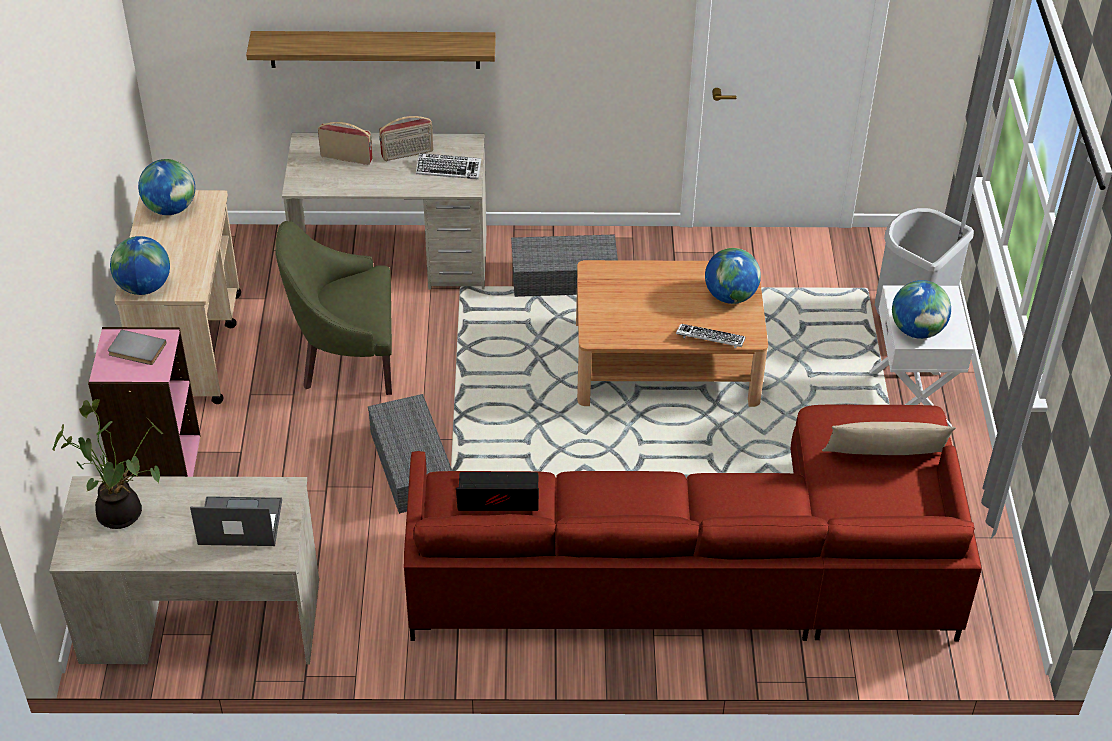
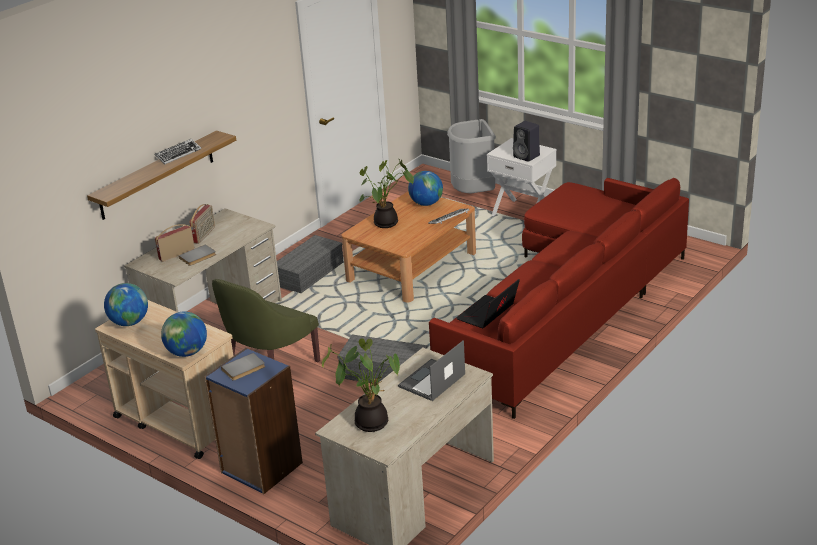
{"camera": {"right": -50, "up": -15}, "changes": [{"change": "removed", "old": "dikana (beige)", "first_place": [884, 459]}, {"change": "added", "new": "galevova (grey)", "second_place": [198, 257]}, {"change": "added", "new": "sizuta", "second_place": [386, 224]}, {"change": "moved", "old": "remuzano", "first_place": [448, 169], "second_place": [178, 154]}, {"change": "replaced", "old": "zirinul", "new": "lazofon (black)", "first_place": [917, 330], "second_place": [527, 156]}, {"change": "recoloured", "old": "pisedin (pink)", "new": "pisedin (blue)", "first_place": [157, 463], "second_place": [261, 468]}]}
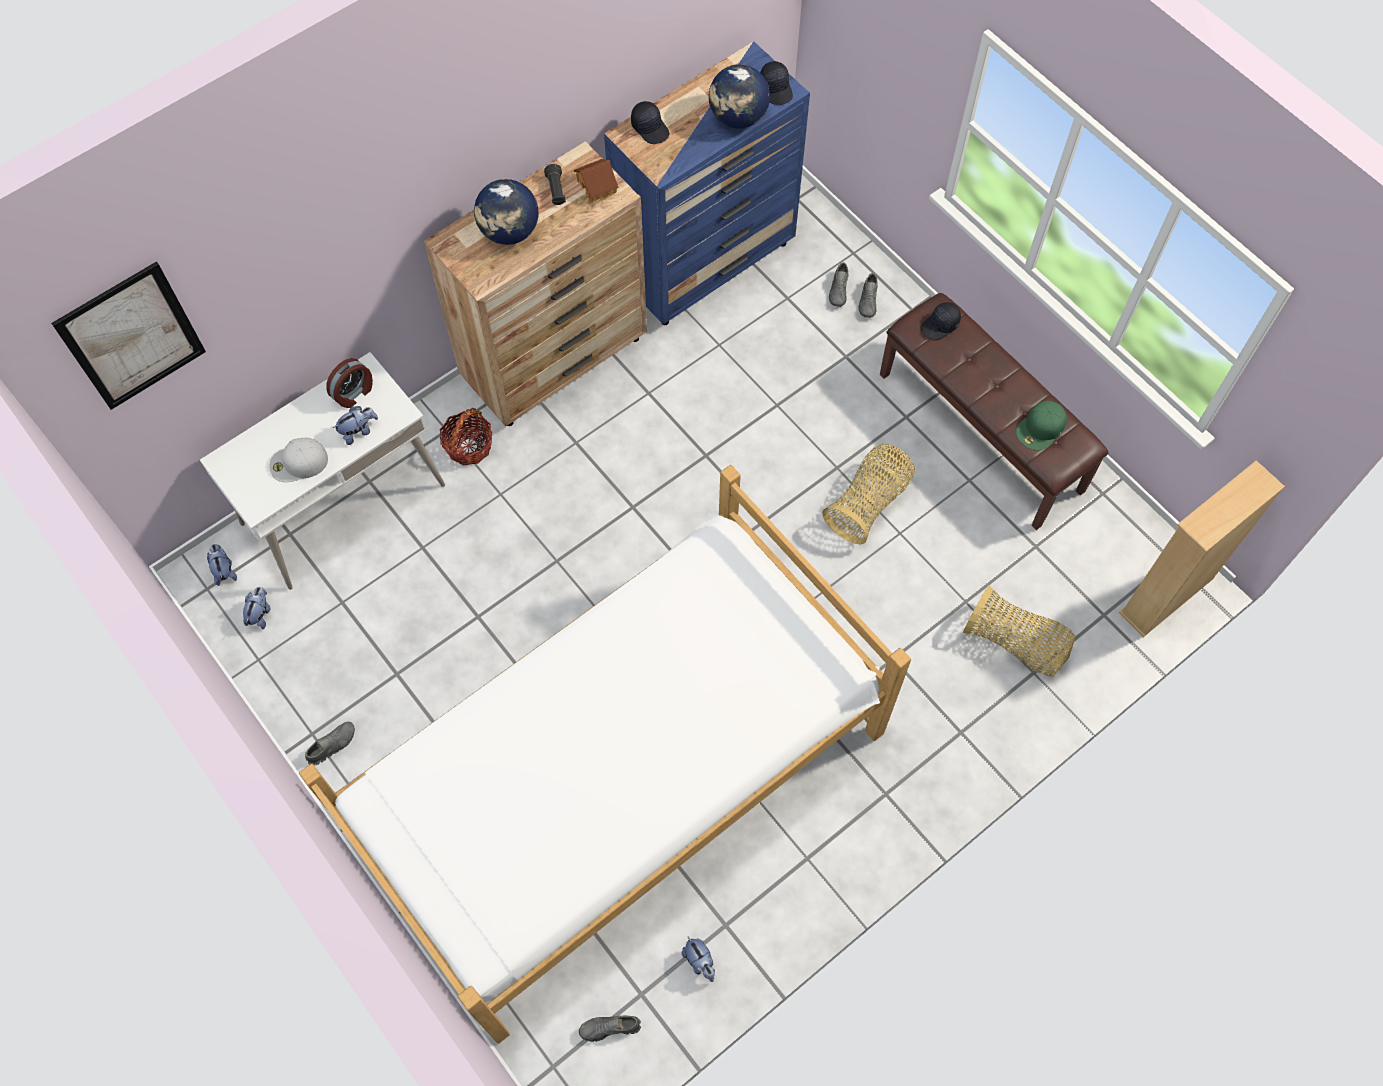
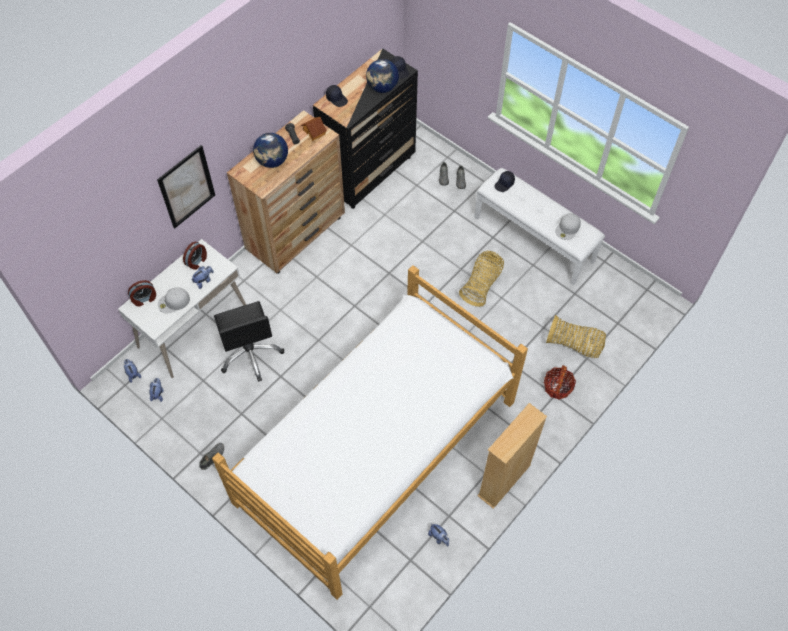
{"camera": {"right": -10, "up": -5}, "changes": [{"change": "removed", "old": "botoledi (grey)", "first_place": [609, 1028]}, {"change": "added", "new": "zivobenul", "second_place": [144, 299]}, {"change": "added", "new": "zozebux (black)", "second_place": [250, 353]}, {"change": "moved", "old": "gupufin", "first_place": [132, 337], "second_place": [187, 187]}, {"change": "moved", "old": "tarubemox", "first_place": [469, 446], "second_place": [557, 387]}, {"change": "moved", "old": "pisedin (beige)", "first_place": [1166, 596], "second_place": [504, 480]}, {"change": "recoloured", "old": "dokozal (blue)", "new": "dokozal (black)", "first_place": [706, 262], "second_place": [369, 172]}, {"change": "recoloured", "old": "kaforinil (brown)", "new": "kaforinil (white)", "first_place": [981, 431], "second_place": [534, 239]}, {"change": "recoloured", "old": "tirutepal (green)", "new": "tirutepal (white)", "first_place": [1041, 428], "second_place": [568, 228]}]}
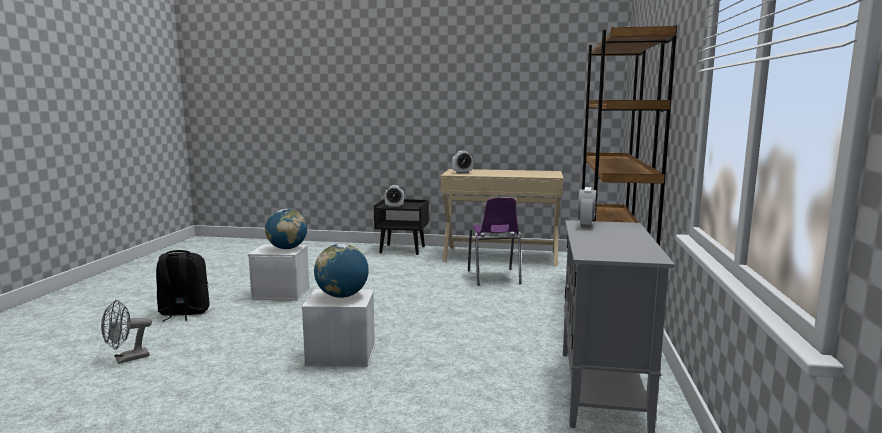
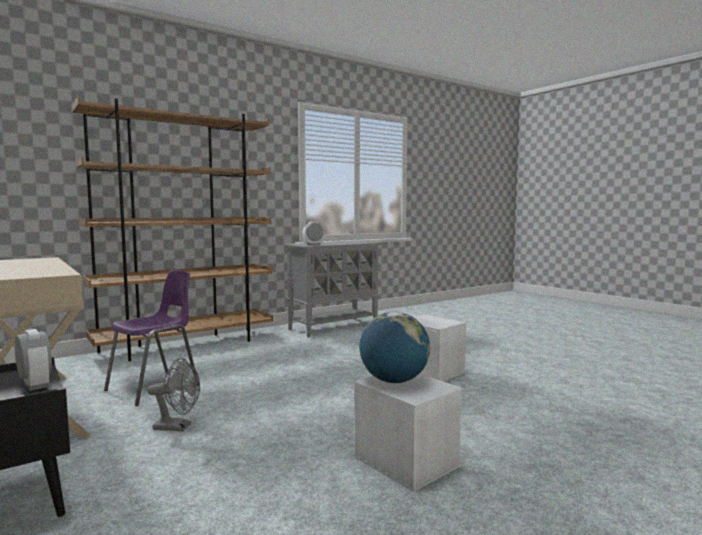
{"camera": {"right": -135, "up": -5}, "changes": [{"change": "removed", "old": "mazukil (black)", "first_place": [183, 313]}, {"change": "removed", "old": "zirinul", "first_place": [342, 296]}, {"change": "removed", "old": "zivobenul", "first_place": [462, 173]}, {"change": "moved", "old": "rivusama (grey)", "first_place": [127, 359], "second_place": [178, 427]}]}
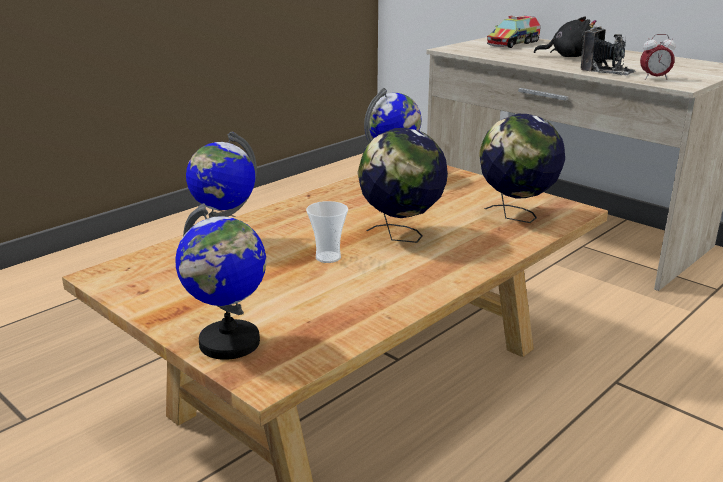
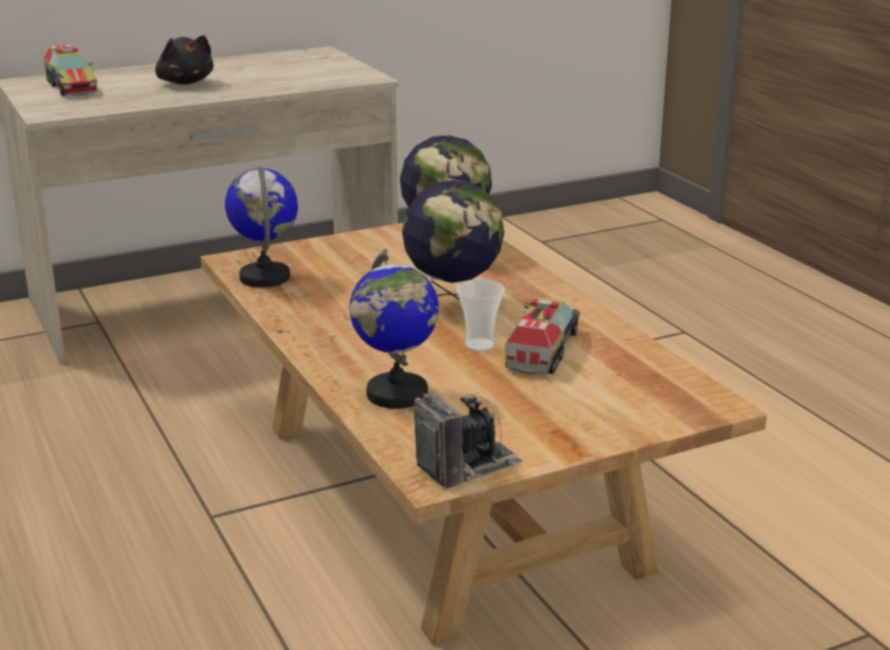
{"camera": {"right": -70, "up": 0}, "changes": [{"change": "removed", "old": "zirinul", "first_place": [229, 343]}, {"change": "removed", "old": "zivobenul", "first_place": [654, 78]}, {"change": "added", "new": "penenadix", "second_place": [543, 349]}, {"change": "moved", "old": "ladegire", "first_place": [607, 71], "second_place": [468, 465]}, {"change": "turned", "old": "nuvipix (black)", "first_place": [568, 56], "second_place": [185, 82], "degrees": 120}]}
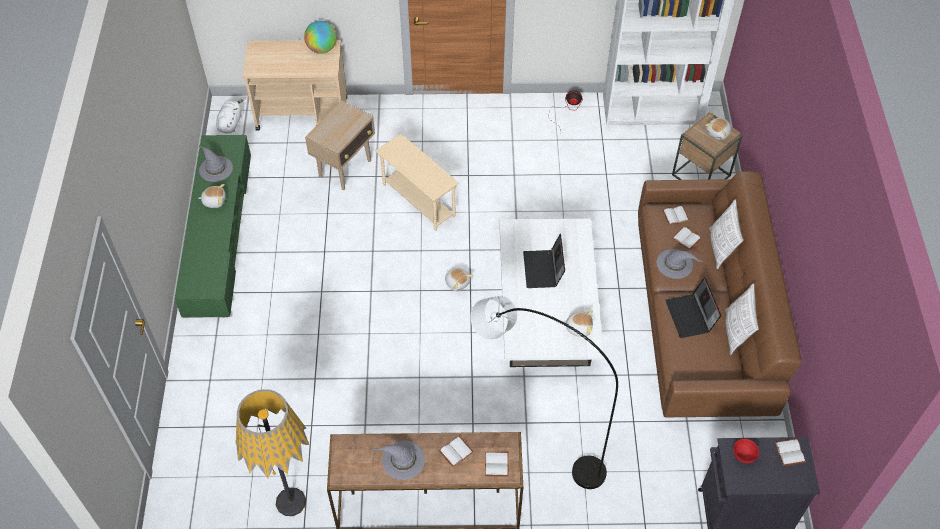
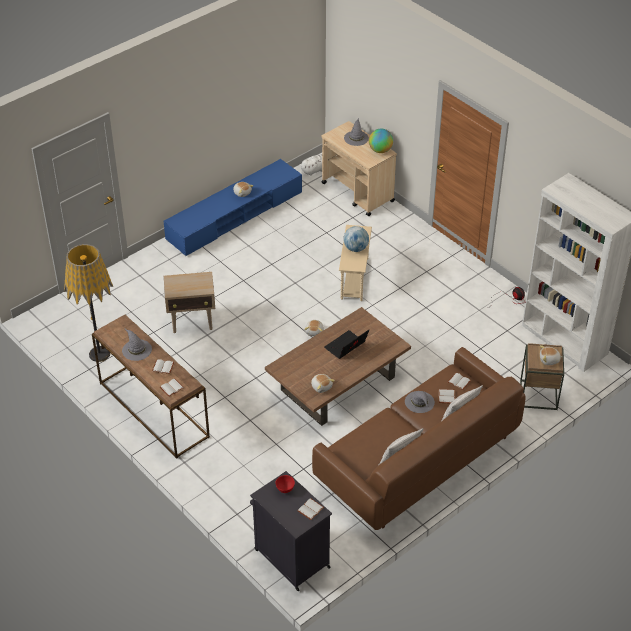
{"camera": {"right": 50, "up": -10}, "changes": [{"change": "removed", "old": "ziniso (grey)", "first_place": [533, 441]}, {"change": "removed", "old": "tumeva", "first_place": [691, 316]}, {"change": "added", "new": "zirinul", "second_place": [356, 248]}, {"change": "moved", "old": "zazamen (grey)", "first_place": [215, 168], "second_place": [356, 138]}, {"change": "moved", "old": "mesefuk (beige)", "first_place": [345, 168], "second_place": [192, 322]}, {"change": "recoloured", "old": "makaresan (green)", "new": "makaresan (blue)", "first_place": [218, 232], "second_place": [235, 216]}, {"change": "recoloured", "old": "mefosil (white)", "new": "mefosil (brown)", "first_place": [547, 314], "second_place": [338, 384]}]}
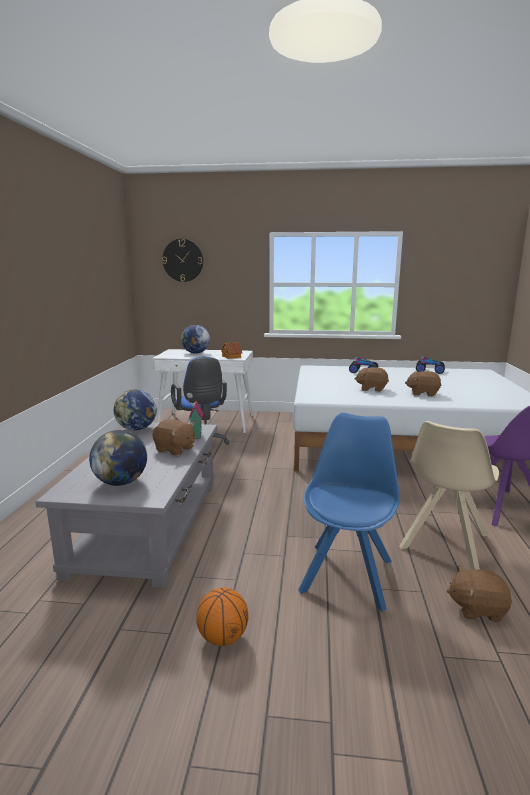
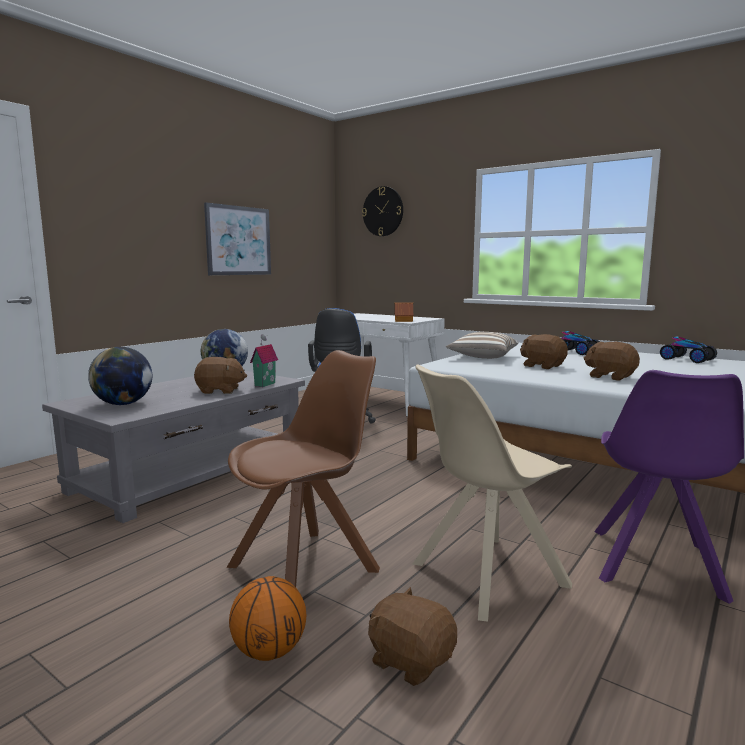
{"camera": {"right": 30, "up": -5}, "changes": [{"change": "removed", "old": "zirinul", "first_place": [195, 353]}, {"change": "added", "new": "gupufin", "second_place": [238, 241]}, {"change": "added", "new": "dikana", "second_place": [482, 357]}, {"change": "moved", "old": "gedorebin", "first_place": [223, 637], "second_place": [269, 651]}, {"change": "recoloured", "old": "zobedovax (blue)", "new": "zobedovax (brown)", "first_place": [348, 573], "second_place": [307, 567]}, {"change": "turned", "old": "nuvipix (brown)", "first_place": [175, 449], "second_place": [220, 391], "degrees": -60}]}
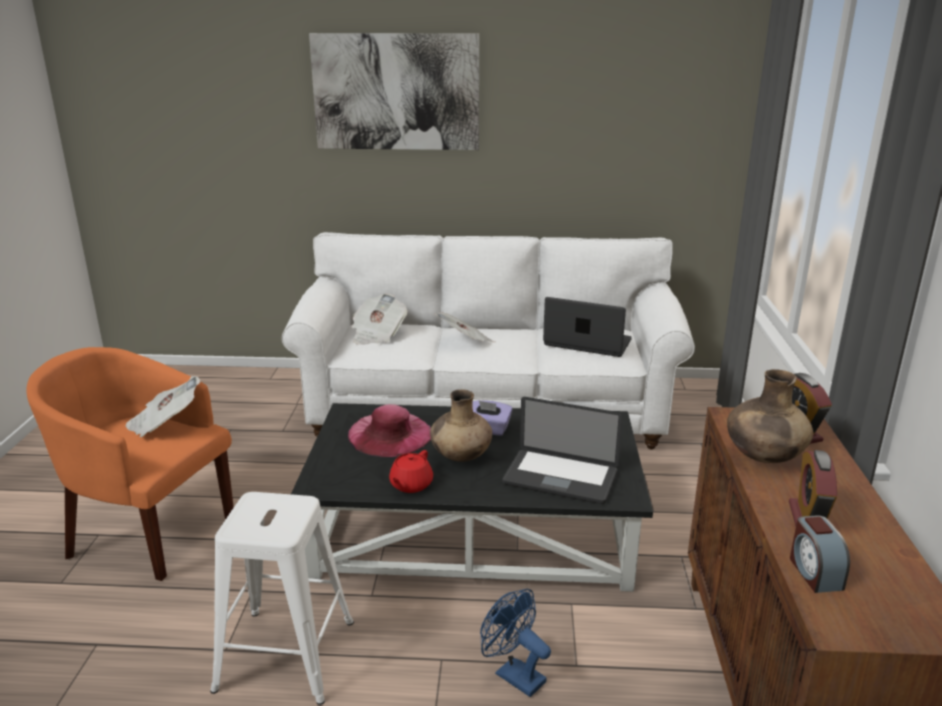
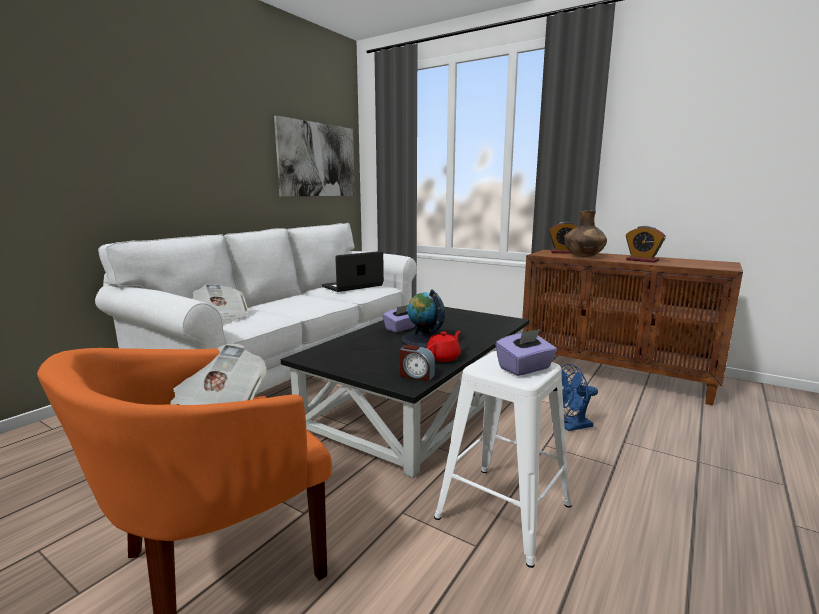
{"camera": {"right": -60, "up": -10}, "changes": [{"change": "removed", "old": "zazamen (pink)", "first_place": [390, 434]}, {"change": "removed", "old": "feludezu", "first_place": [465, 342]}, {"change": "removed", "old": "tumeva", "first_place": [560, 478]}, {"change": "added", "new": "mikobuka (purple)", "second_place": [525, 368]}, {"change": "moved", "old": "gupufin", "first_place": [396, 92], "second_place": [317, 160]}, {"change": "moved", "old": "zivobenul", "first_place": [814, 572], "second_place": [416, 375]}, {"change": "replaced", "old": "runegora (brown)", "new": "zirinul", "first_place": [461, 456], "second_place": [424, 340]}, {"change": "turned", "old": "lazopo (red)", "first_place": [410, 485], "second_place": [444, 357], "degrees": -105}]}
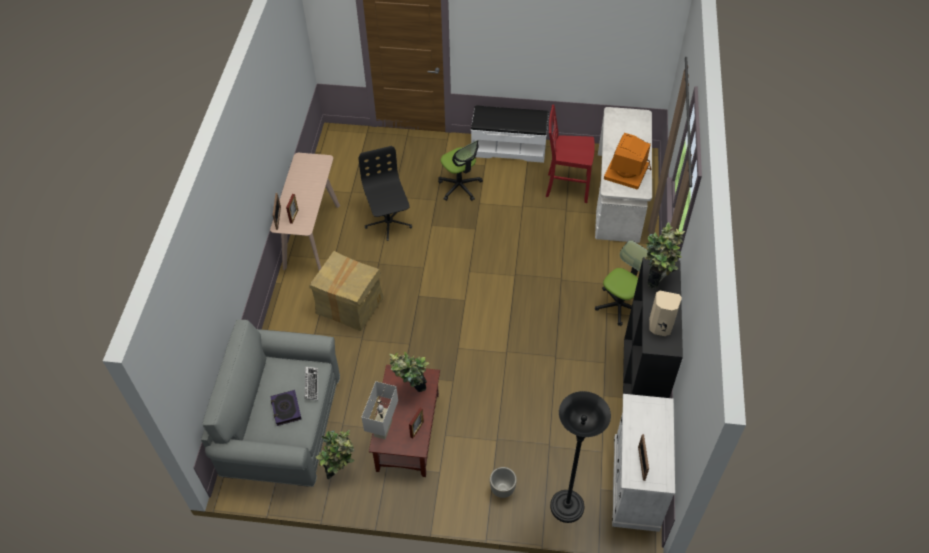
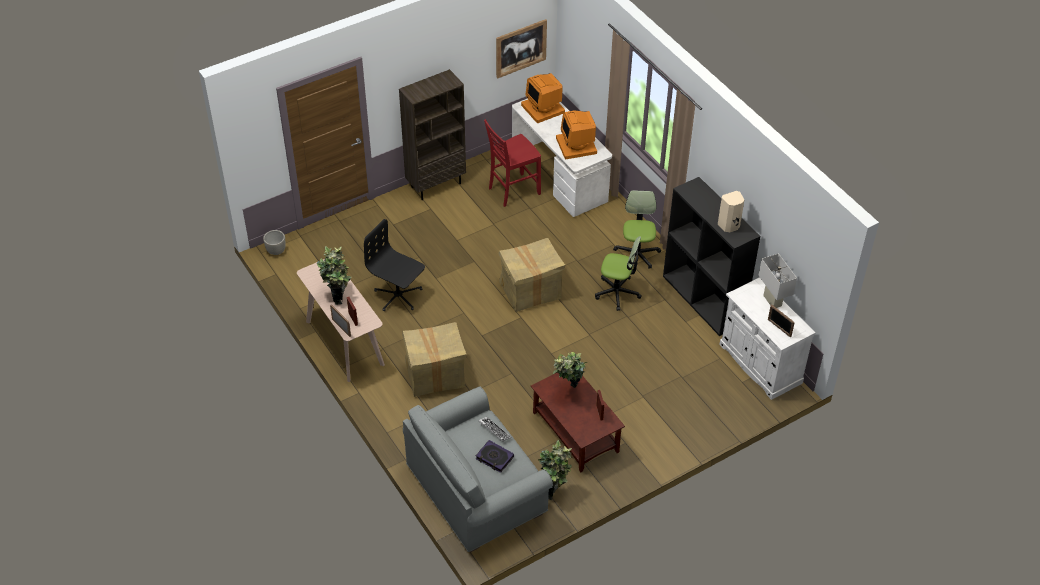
{"camera": {"right": -40, "up": -5}, "changes": [{"change": "removed", "old": "ziniso (black)", "first_place": [567, 507]}, {"change": "added", "new": "gupufin", "second_place": [521, 48]}, {"change": "added", "new": "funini", "second_place": [530, 290]}, {"change": "added", "new": "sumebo", "second_place": [543, 108]}, {"change": "moved", "old": "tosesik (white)", "first_place": [383, 428], "second_place": [772, 301]}, {"change": "moved", "old": "zozebux", "first_place": [460, 187], "second_place": [617, 292]}, {"change": "moved", "old": "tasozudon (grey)", "first_place": [502, 489], "second_place": [276, 251]}, {"change": "moved", "old": "sizuta", "first_place": [657, 279], "second_place": [337, 295]}, {"change": "replaced", "old": "kaforinil (white)", "new": "pisedin (brown)", "first_place": [509, 148], "second_place": [436, 185]}]}
